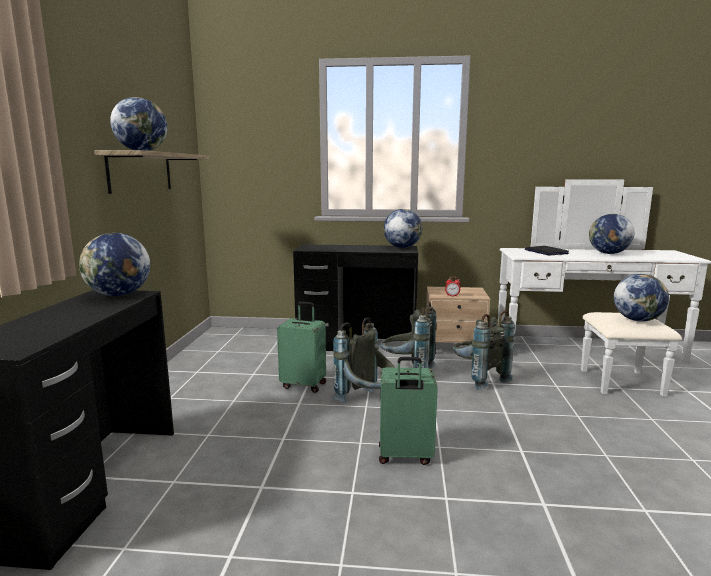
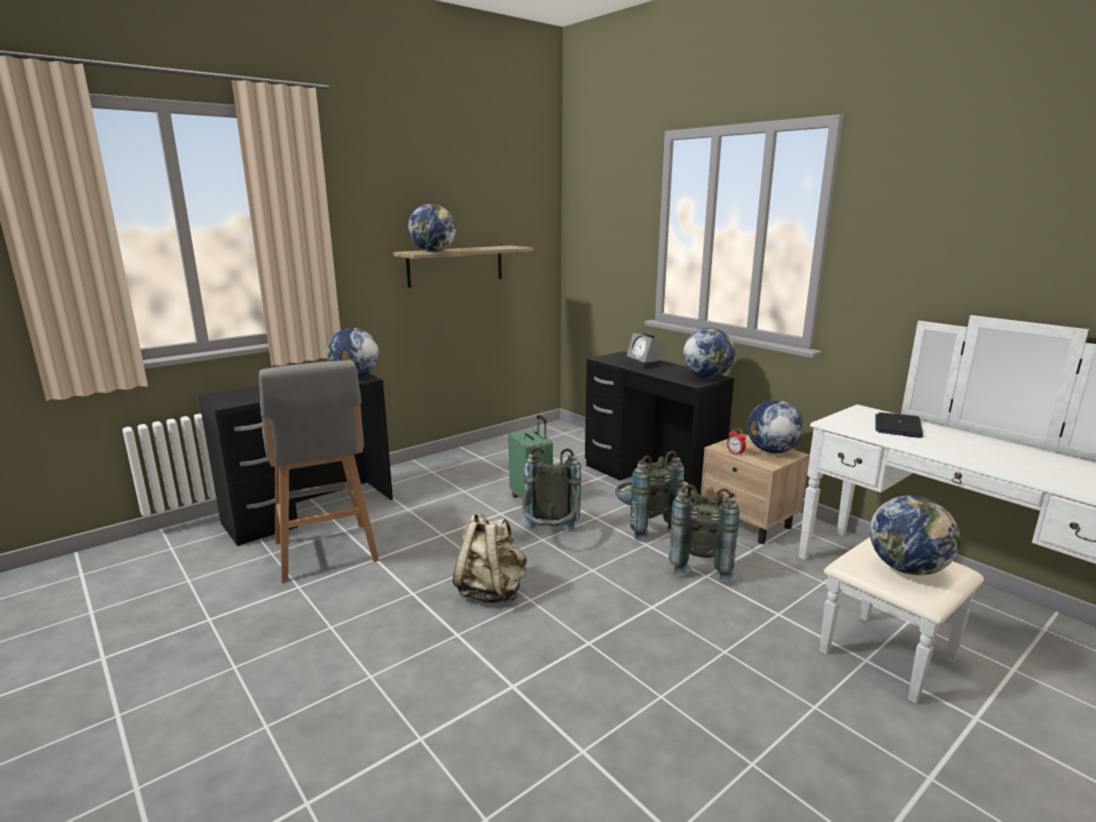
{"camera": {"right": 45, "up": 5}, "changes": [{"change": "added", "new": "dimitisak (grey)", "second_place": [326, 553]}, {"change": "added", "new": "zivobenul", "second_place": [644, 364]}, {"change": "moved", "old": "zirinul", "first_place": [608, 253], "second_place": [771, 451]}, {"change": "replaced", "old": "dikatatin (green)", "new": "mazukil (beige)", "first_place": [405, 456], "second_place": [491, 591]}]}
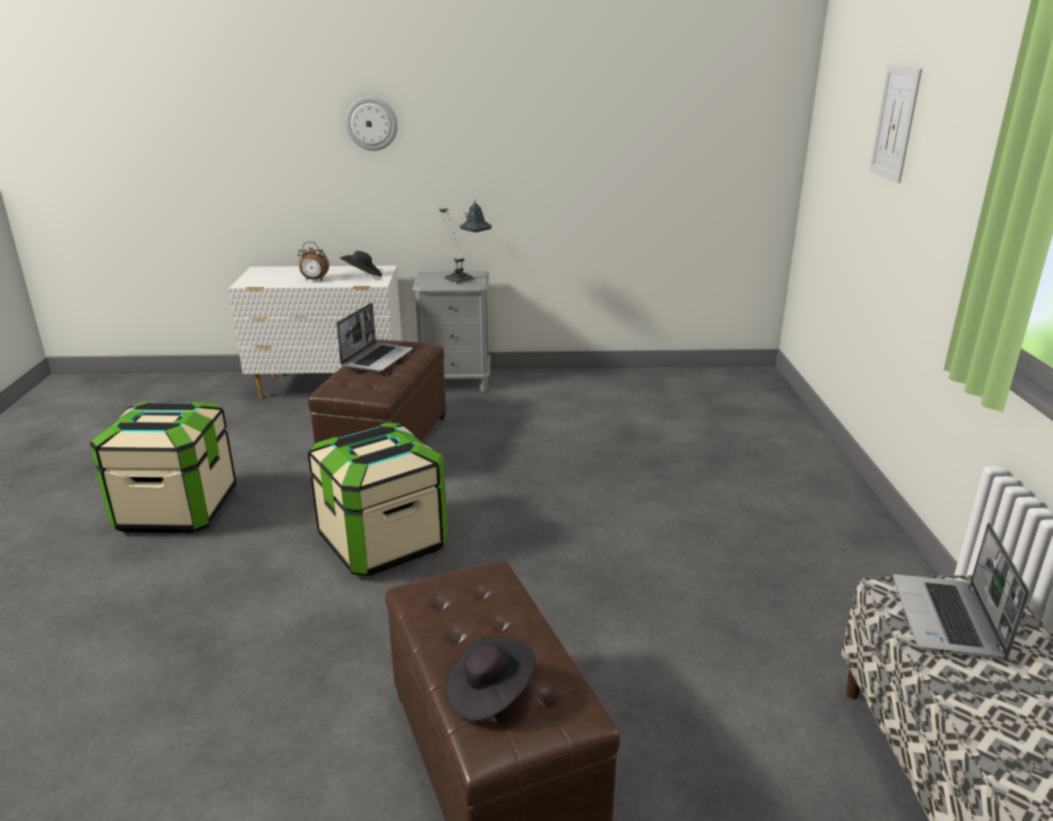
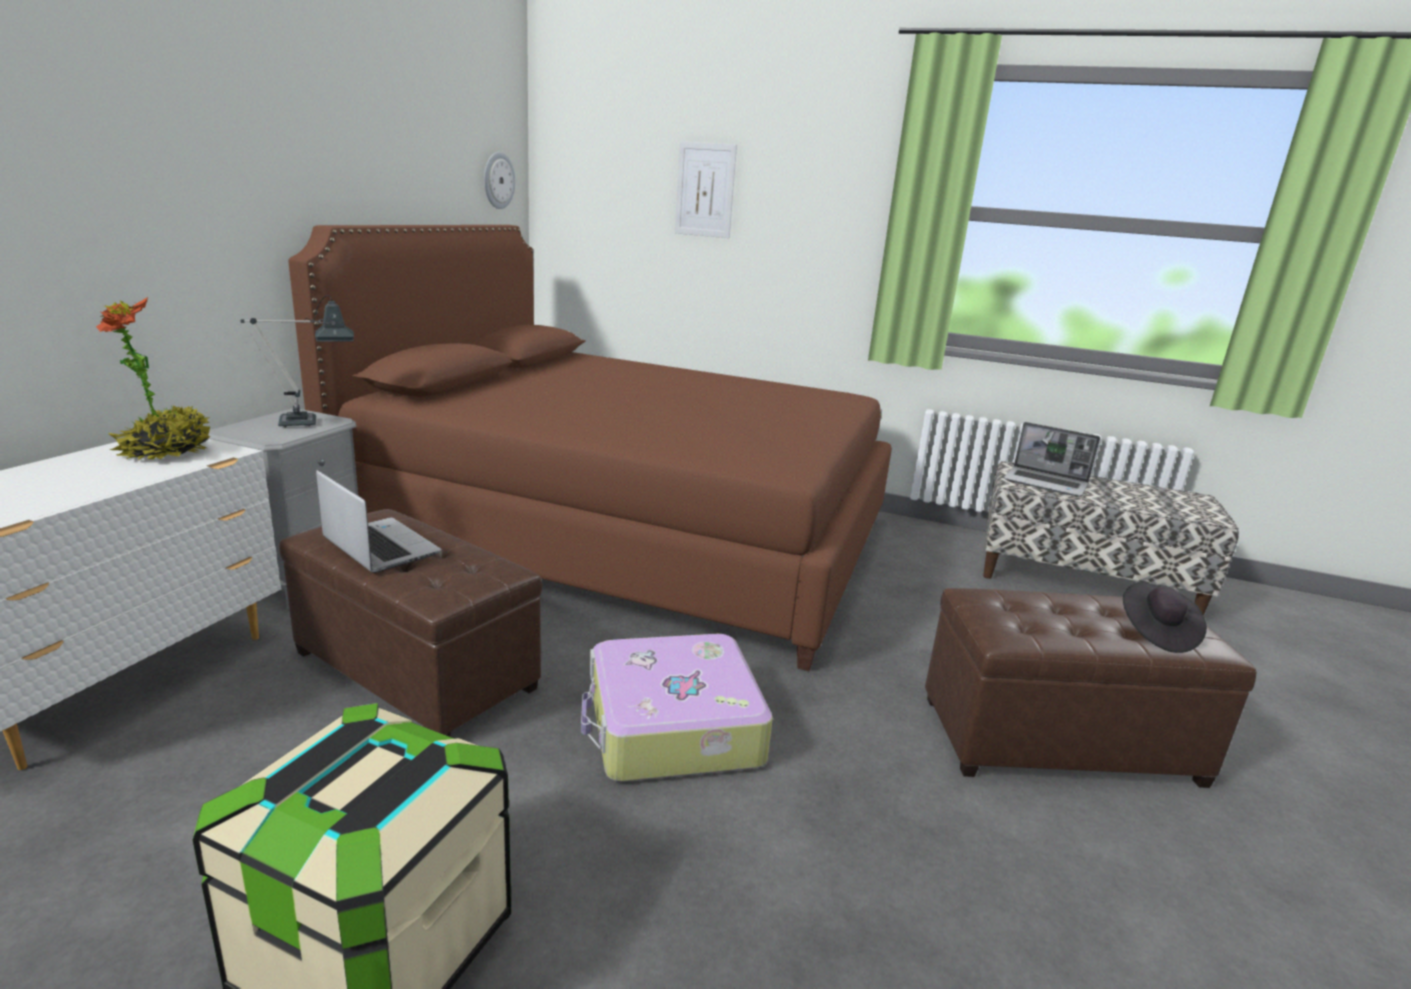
{"camera": {"right": -70, "up": -5}, "changes": [{"change": "removed", "old": "zivobenul", "first_place": [314, 280]}, {"change": "added", "new": "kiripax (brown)", "second_place": [627, 534]}, {"change": "moved", "old": "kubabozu", "first_place": [371, 123], "second_place": [498, 180]}, {"change": "replaced", "old": "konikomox", "new": "dikatatin", "first_place": [383, 543], "second_place": [672, 727]}, {"change": "replaced", "old": "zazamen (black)", "new": "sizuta", "first_place": [362, 276], "second_place": [166, 452]}]}
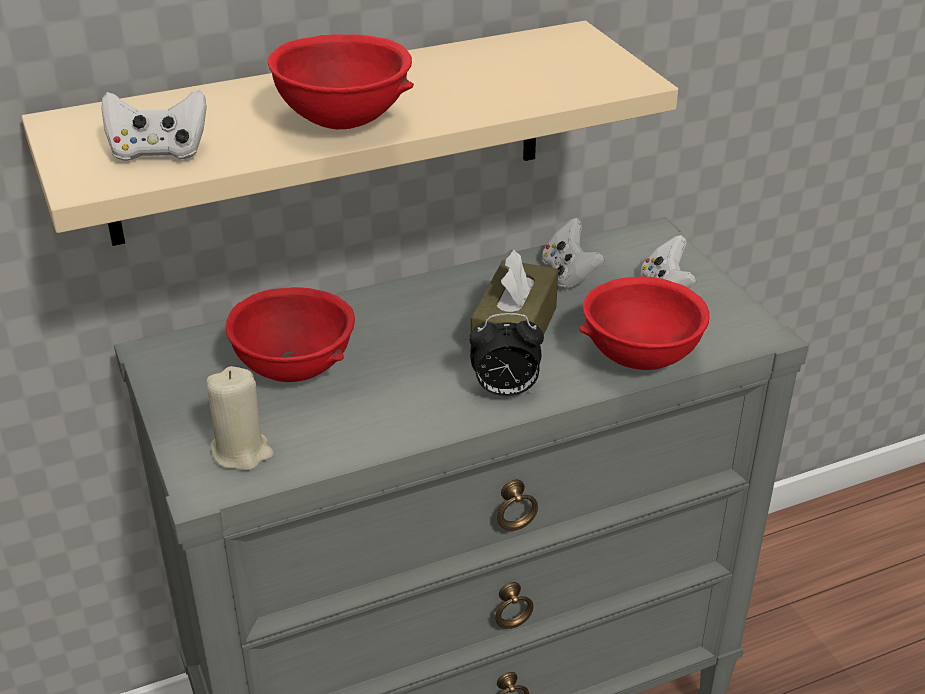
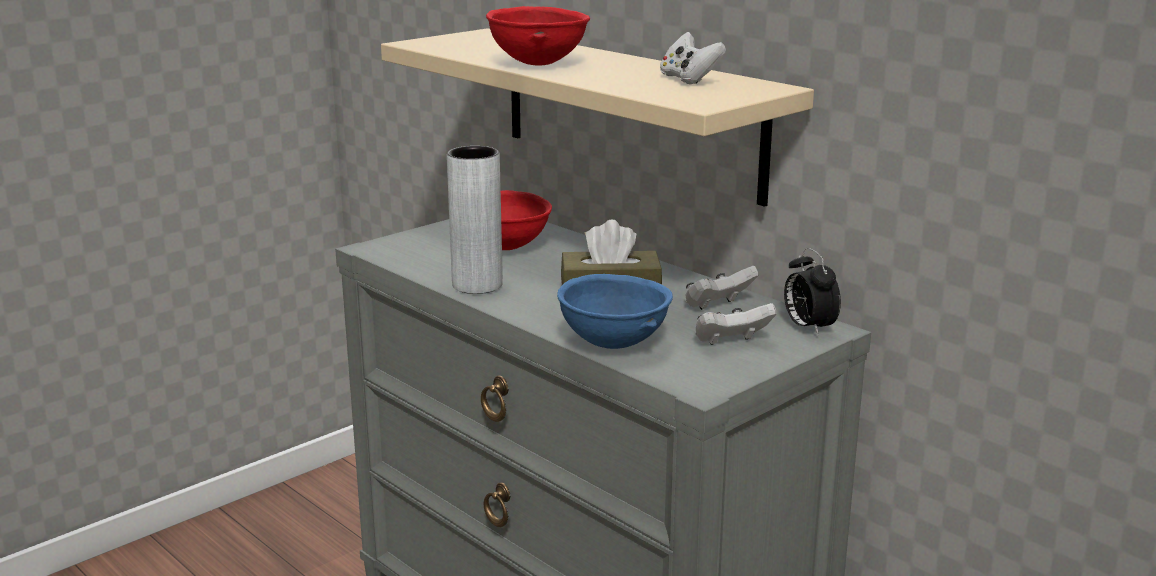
{"camera": {"right": 70, "up": -15}, "changes": [{"change": "removed", "old": "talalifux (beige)", "first_place": [242, 452]}, {"change": "added", "new": "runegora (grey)", "second_place": [477, 285]}, {"change": "moved", "old": "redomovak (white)", "first_place": [158, 152], "second_place": [689, 80]}, {"change": "moved", "old": "zivobenul", "first_place": [505, 392], "second_place": [808, 328]}, {"change": "recoloured", "old": "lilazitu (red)", "new": "lilazitu (blue)", "first_place": [639, 357], "second_place": [614, 343]}]}
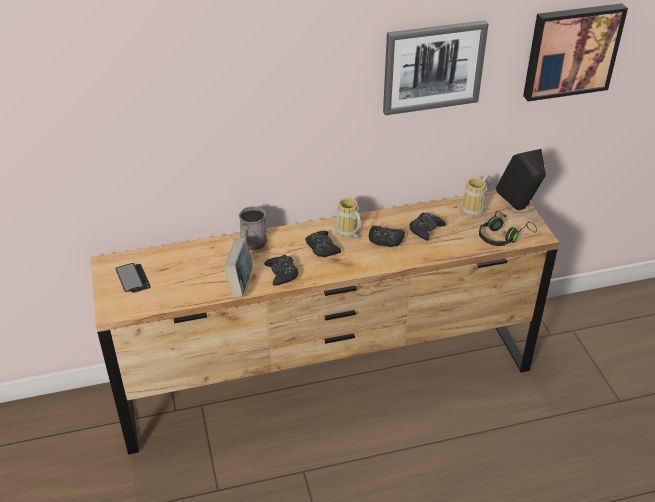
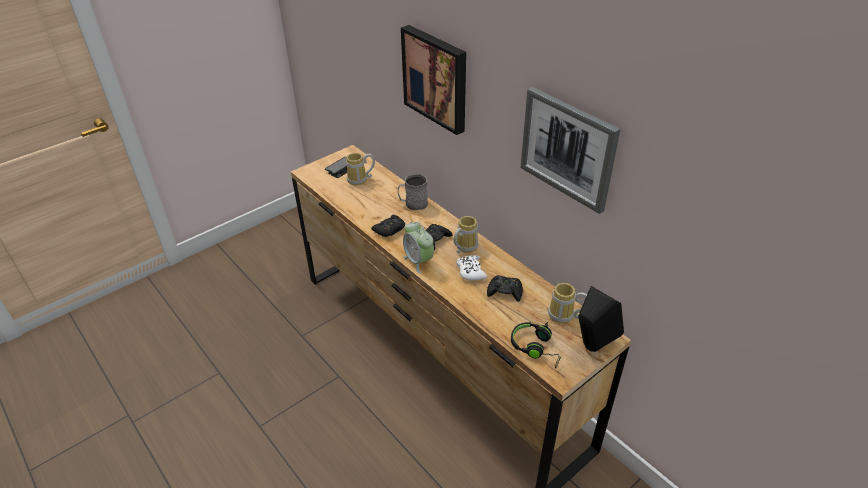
{"camera": {"right": 65, "up": 0}, "changes": [{"change": "removed", "old": "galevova", "first_place": [240, 284]}, {"change": "added", "new": "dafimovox", "second_place": [360, 180]}, {"change": "added", "new": "zivobenul", "second_place": [418, 261]}, {"change": "moved", "old": "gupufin", "first_place": [571, 50], "second_place": [436, 78]}, {"change": "recoloured", "old": "redomovak (black)", "new": "redomovak (white)", "first_place": [385, 240], "second_place": [470, 271]}]}
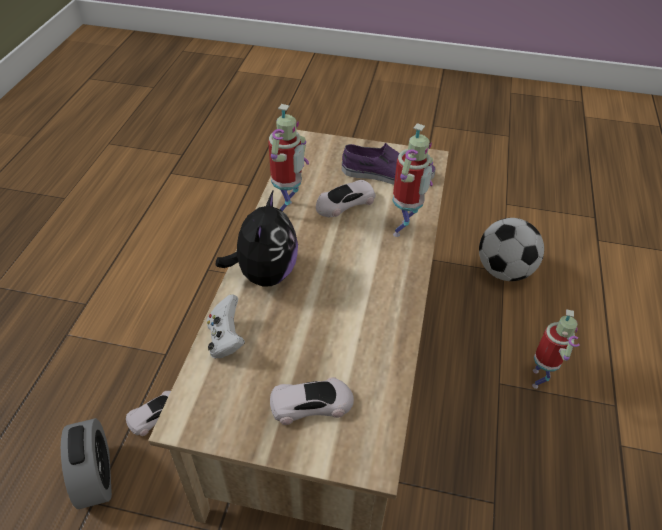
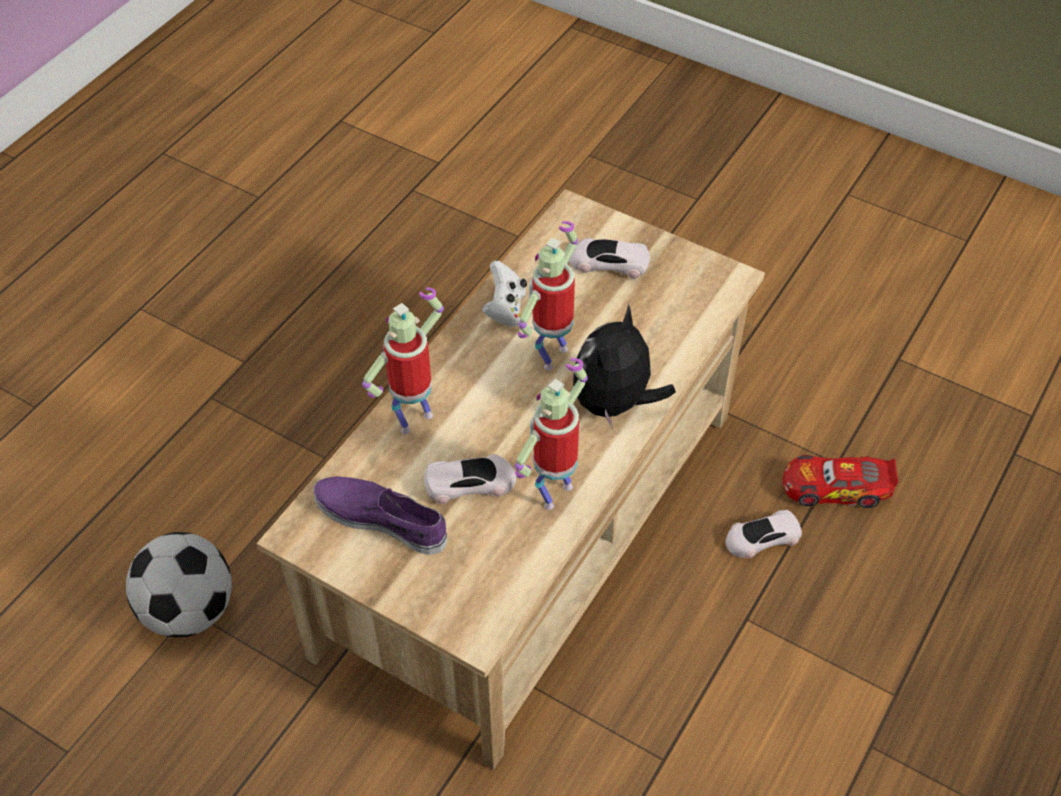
{"camera": {"right": -160, "up": 5}, "changes": [{"change": "moved", "old": "redomovak (white)", "first_place": [226, 339], "second_place": [505, 309]}, {"change": "moved", "old": "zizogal", "first_place": [539, 379], "second_place": [551, 354]}, {"change": "replaced", "old": "zivobenul", "new": "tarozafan", "first_place": [96, 476], "second_place": [835, 487]}]}
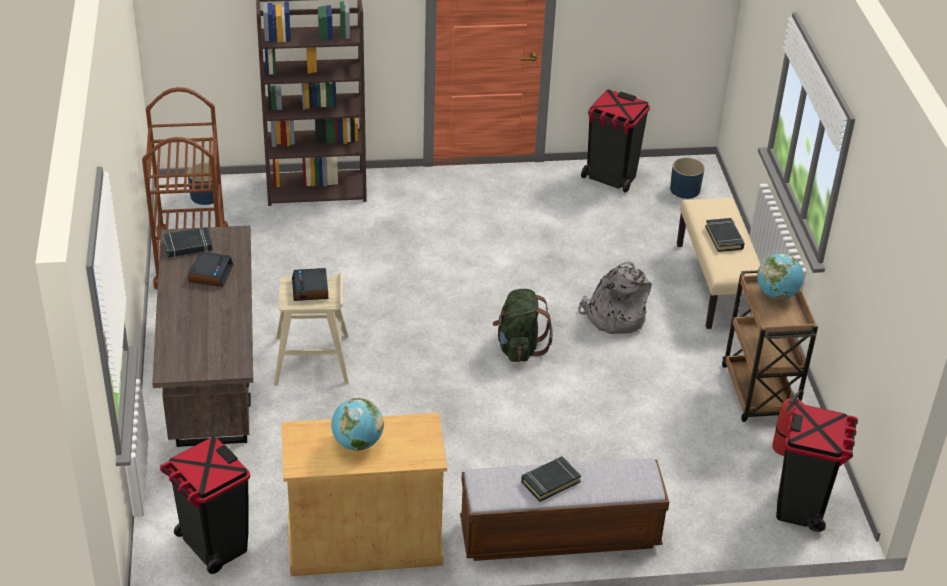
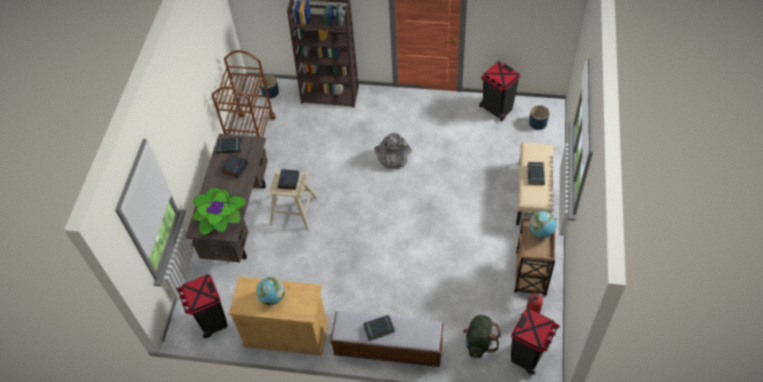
{"camera": {"right": 20, "up": 15}, "changes": [{"change": "added", "new": "sizuta", "second_place": [220, 218]}, {"change": "moved", "old": "mazukil (green)", "first_place": [519, 347], "second_place": [479, 342]}, {"change": "moved", "old": "mazukil (grey)", "first_place": [613, 317], "second_place": [392, 156]}]}
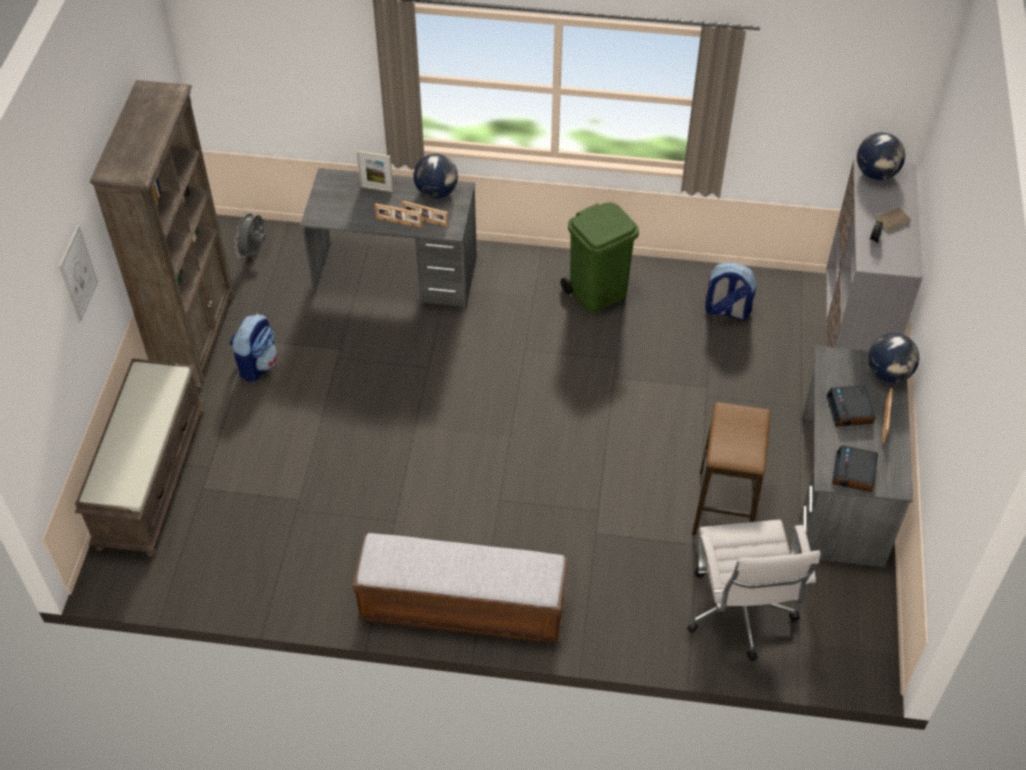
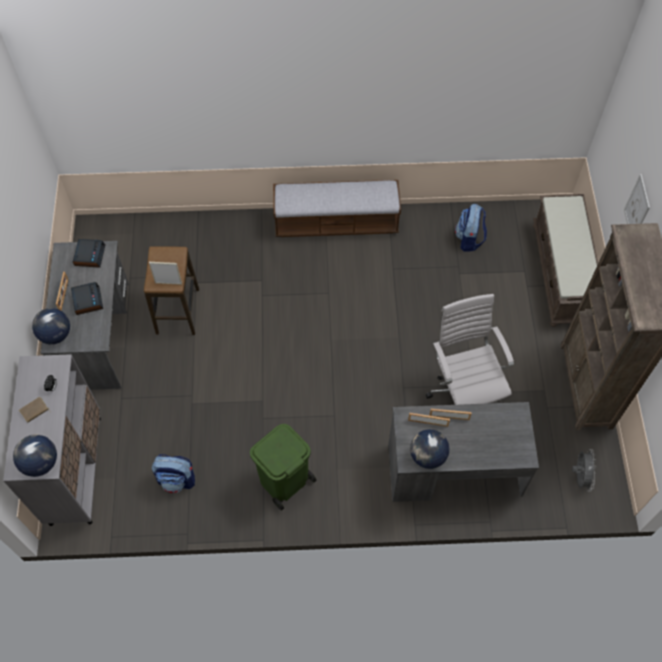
{"camera": {"right": 170, "up": 10}, "changes": [{"change": "moved", "old": "mazukil", "first_place": [257, 364], "second_place": [469, 239]}, {"change": "moved", "old": "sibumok", "first_place": [377, 188], "second_place": [168, 283]}, {"change": "moved", "old": "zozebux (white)", "first_place": [740, 615], "second_place": [463, 393]}]}
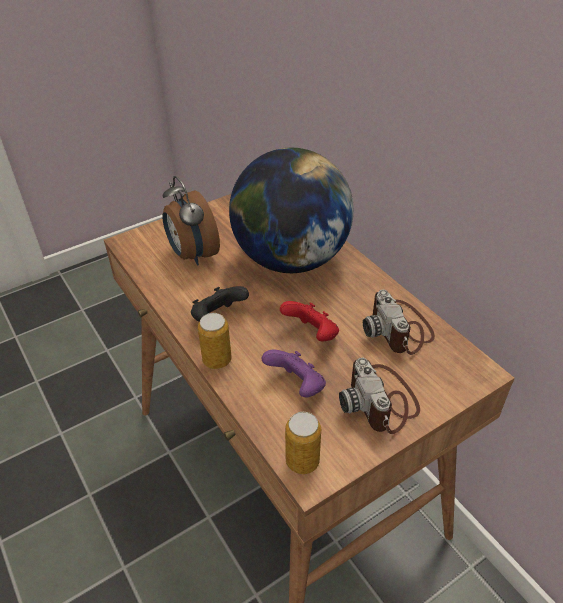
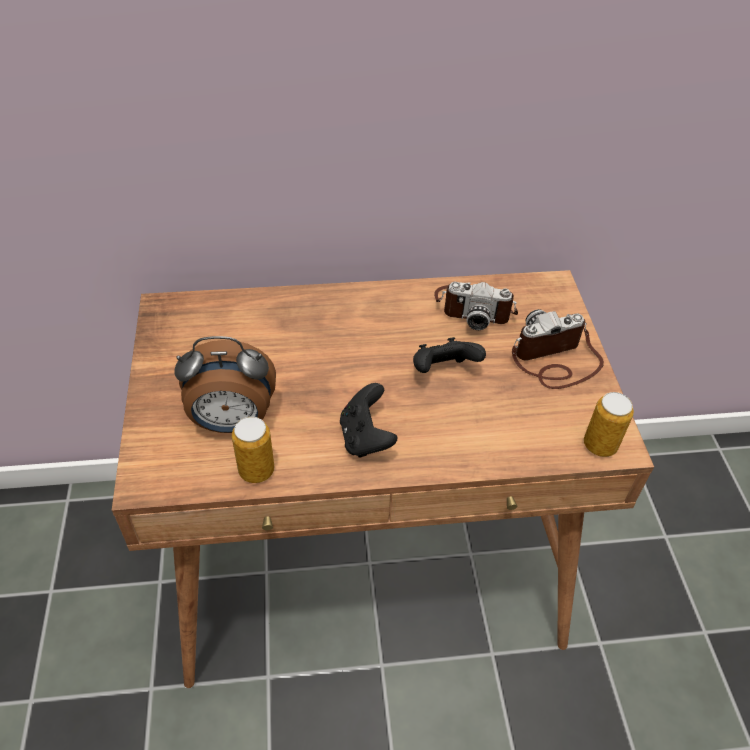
{"camera": {"right": -65, "up": 5}, "changes": [{"change": "removed", "old": "zirinul", "first_place": [290, 259]}, {"change": "removed", "old": "redomovak (purple)", "first_place": [296, 386]}, {"change": "moved", "old": "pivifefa", "first_place": [217, 360], "second_place": [256, 470]}, {"change": "recoloured", "old": "redomovak (red)", "new": "redomovak (black)", "first_place": [312, 334], "second_place": [443, 371]}, {"change": "turned", "old": "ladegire", "first_place": [381, 401], "second_place": [555, 361], "degrees": 150}]}
